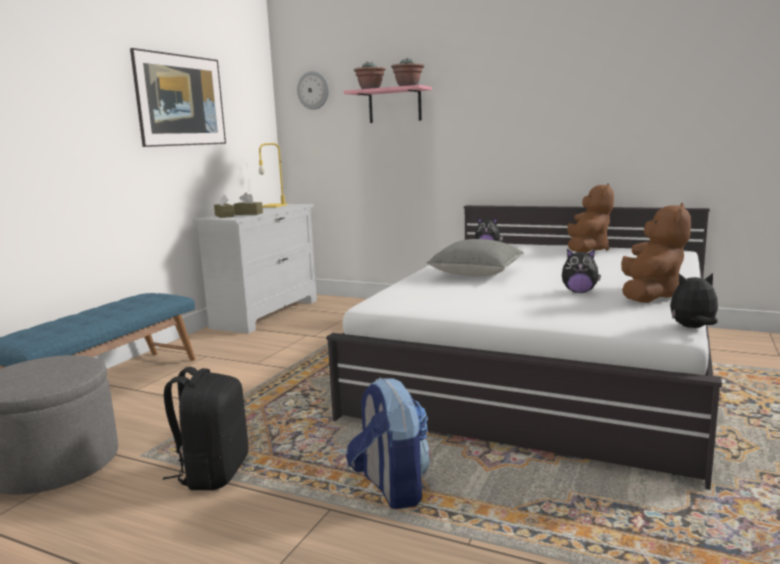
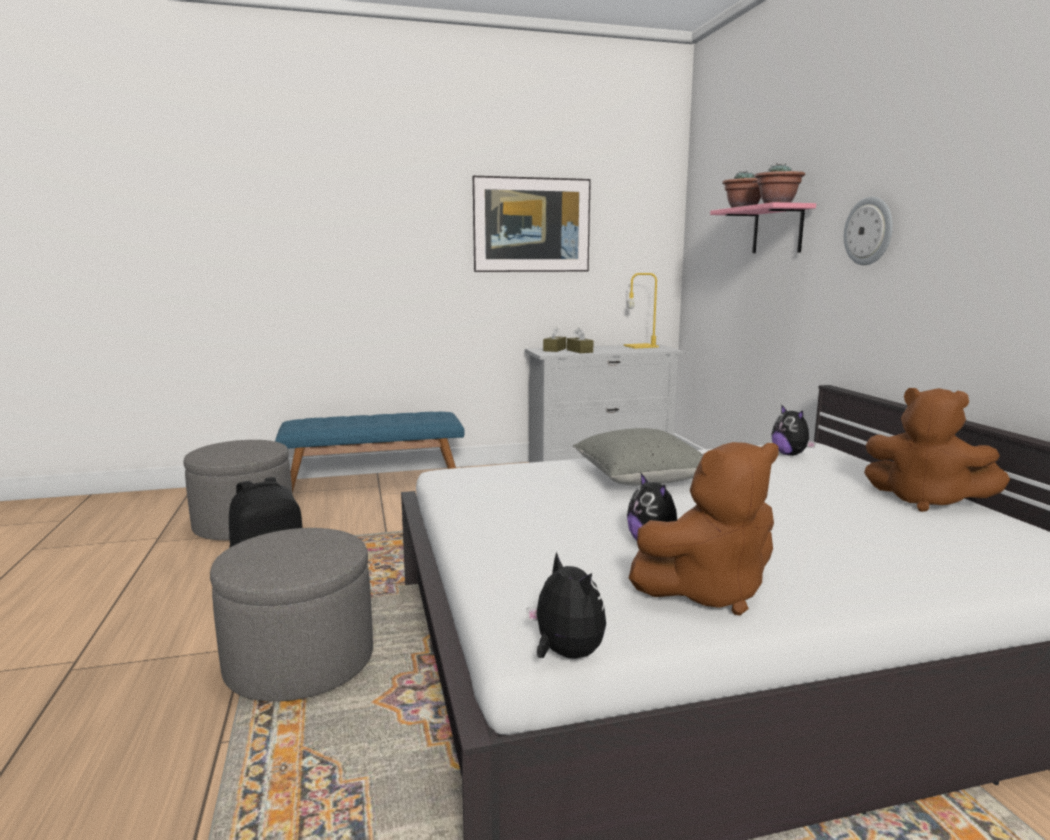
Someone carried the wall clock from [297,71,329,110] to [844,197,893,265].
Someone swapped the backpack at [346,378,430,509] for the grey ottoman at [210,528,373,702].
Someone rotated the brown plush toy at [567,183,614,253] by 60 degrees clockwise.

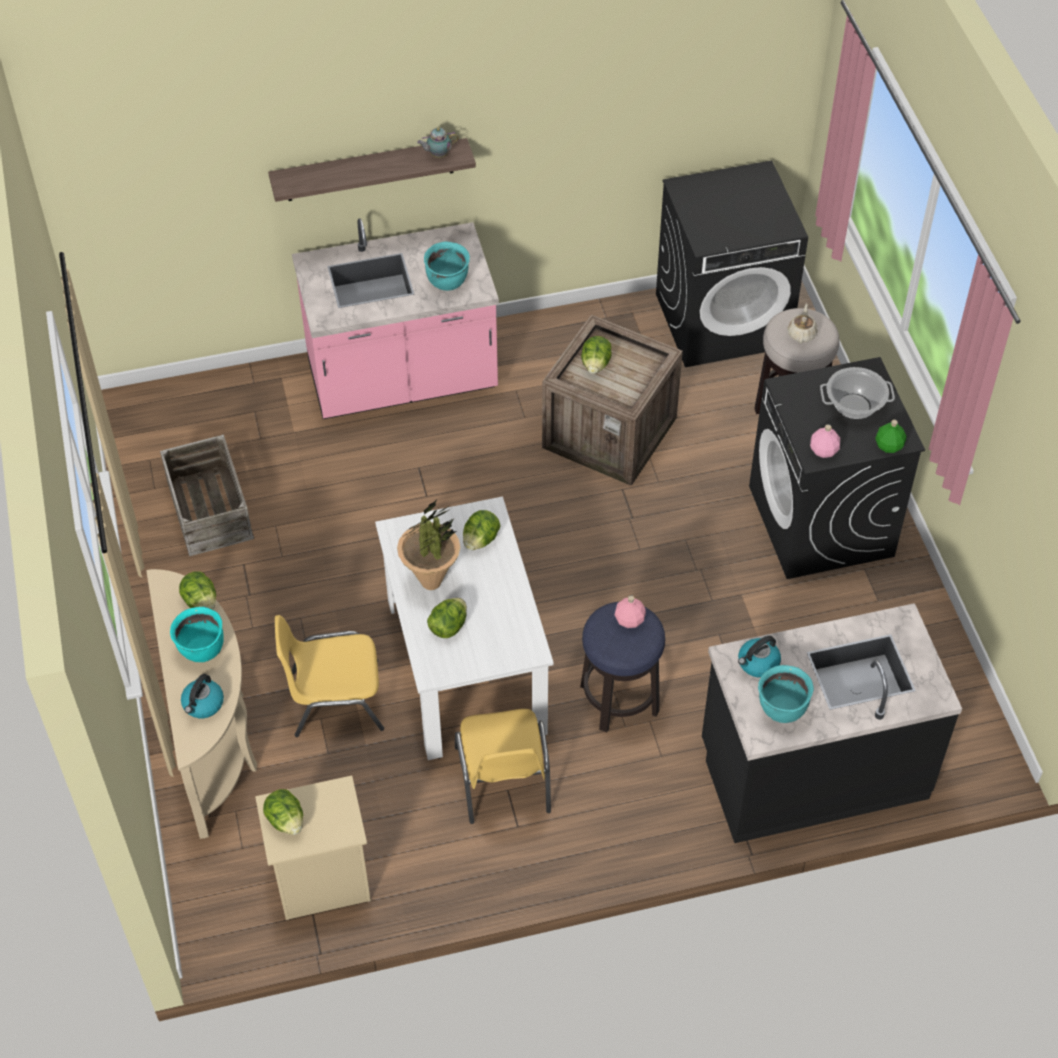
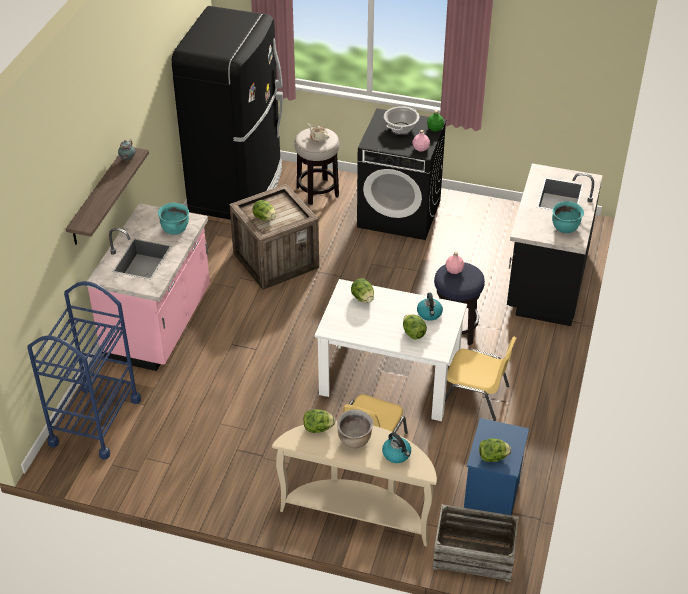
Someone took away the potted plant at [397,498,460,590].
Someone put down the blue cart at [27,281,141,459].
Someone carried the crate from [160,435,254,556] to [432,504,519,582].
Someone carried the kettle from [738,636,781,678] to [417,293,443,321].
Someone swapped the black washing machine at [656,160,808,367] for the black fridge at [172,6,283,220].
Someone repainted the turquoise cooking pot at [170,607,224,662], which became the brown cooking pot at [337,410,374,448].
Someone repainted the beige nightstand at [255,776,371,920], which became the blue nightstand at [463,418,529,523].

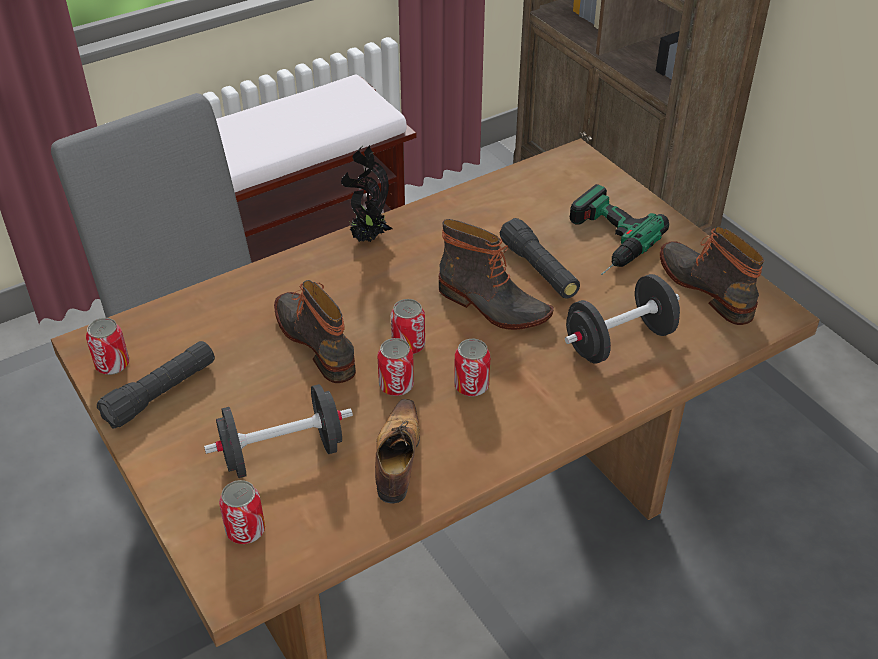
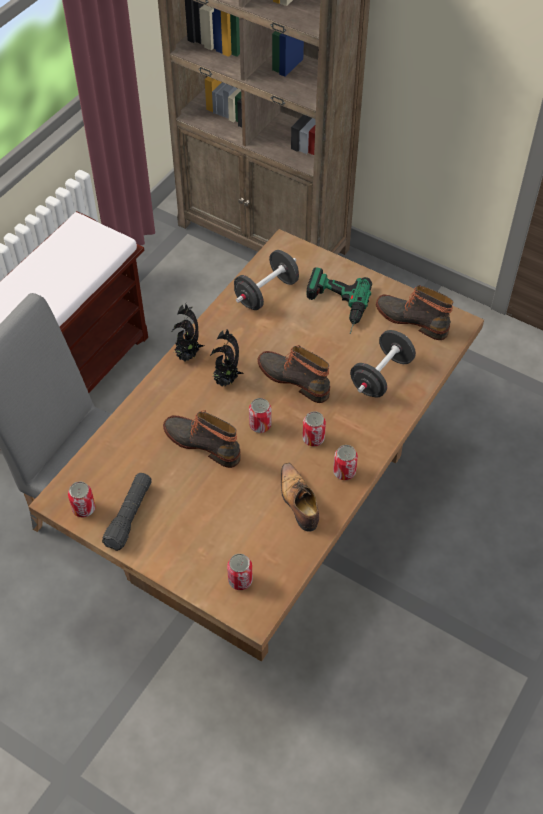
Someone took away the black flashlight at [500,218,580,298].
Someone put down the potted plant at [210,330,244,387].
Someone carried the black dumbbell from [204,384,353,478] to [234,250,299,310].
Someone carried the can from [377,338,414,396] to [333,445,358,480].
Someone rotated the boot at [439,219,554,330] by 150 degrees counterclockwise.

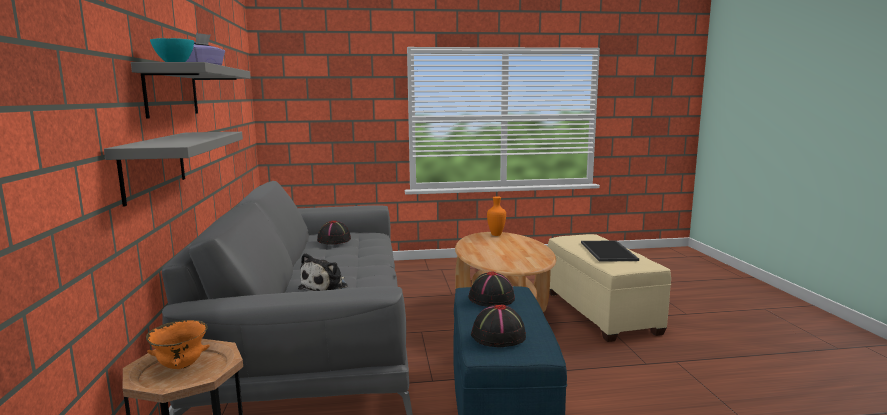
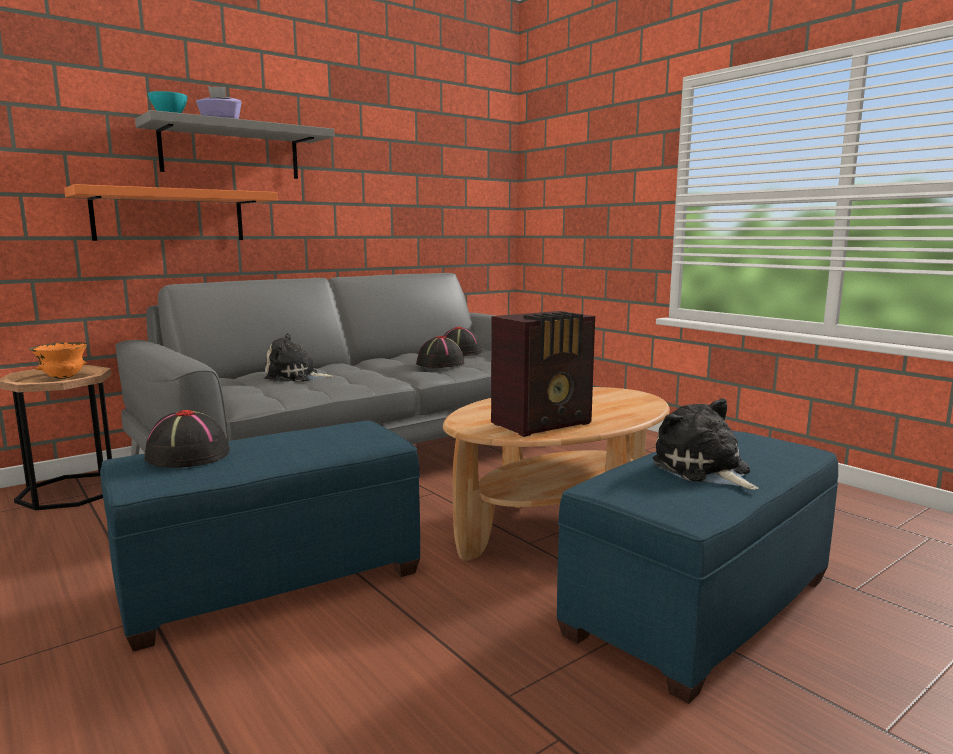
Someone took away the orange vase at [487,196,506,236].
Someone put down the radio at [491,311,595,437].
Someone carried the black hat from [468,272,515,307] to [416,336,464,368].
Someone swapped the tray at [581,240,639,262] for the plush toy at [653,399,758,490].
Someone repainted the grey shelf at [104,132,243,206], which became the orange shelf at [64,184,278,241].
Someone repainted the beige ottoman at [548,234,671,342], which became the blue ottoman at [557,431,838,704].

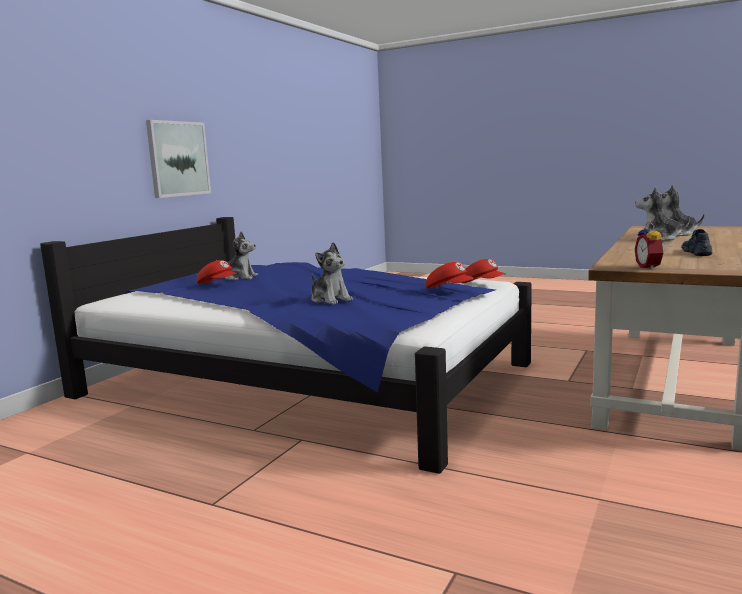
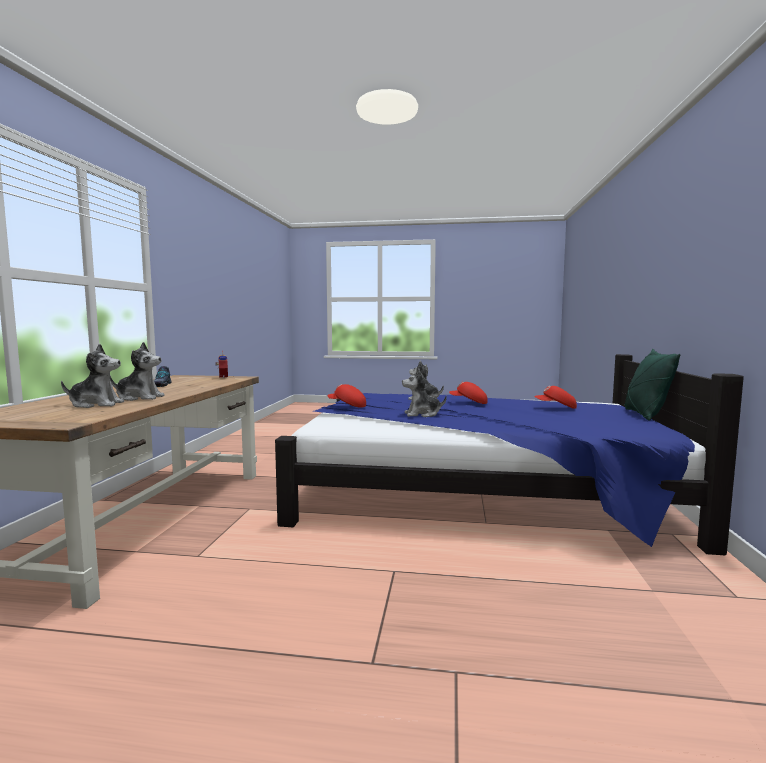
Someone took away the picture at [146,120,211,198].
Someone put down the green pillow at [625,349,680,421].
Someone carried the plush toy from [216,231,259,280] to [402,368,447,417].
Someone carried the red cap from [462,259,506,283] to [449,382,488,404].

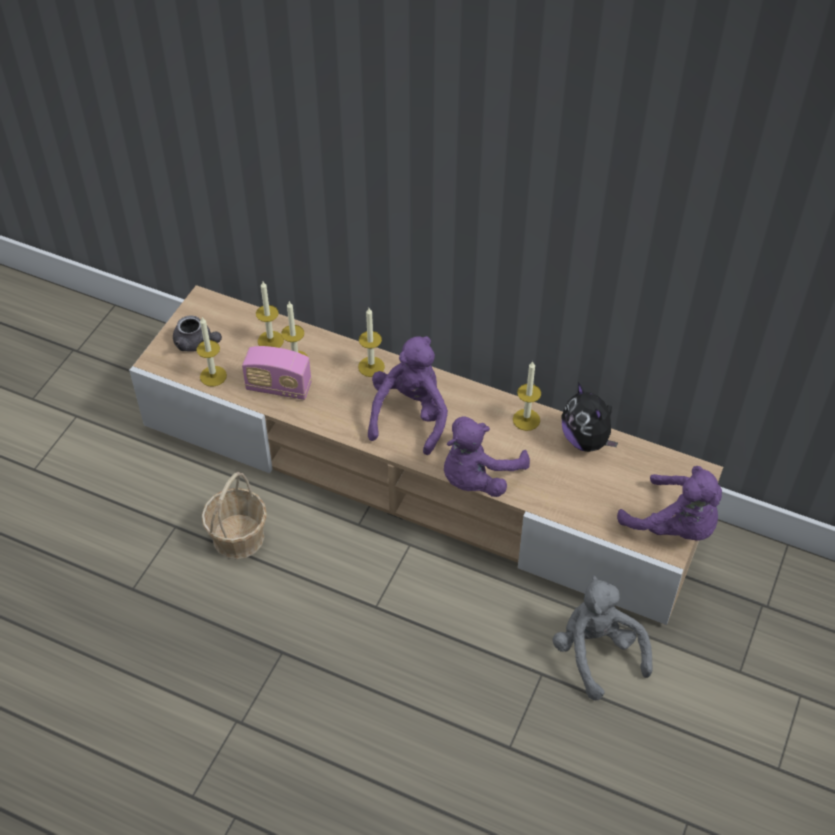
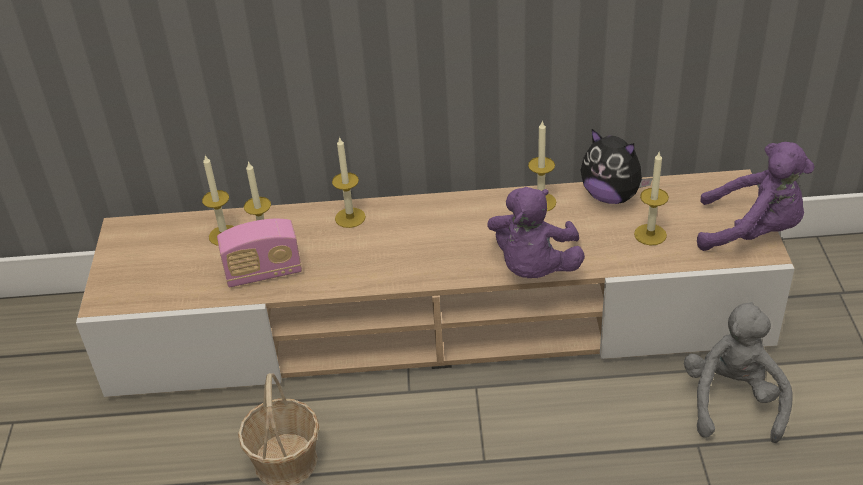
Someone took away the grey teapot at [173,315,222,352].
Someone took away the purple plush toy at [368,336,448,455].
Someone carried the candle from [197,317,227,386] to [634,152,669,245].
Someone rotated the grey plush toy at [552,576,653,700] by 60 degrees clockwise.

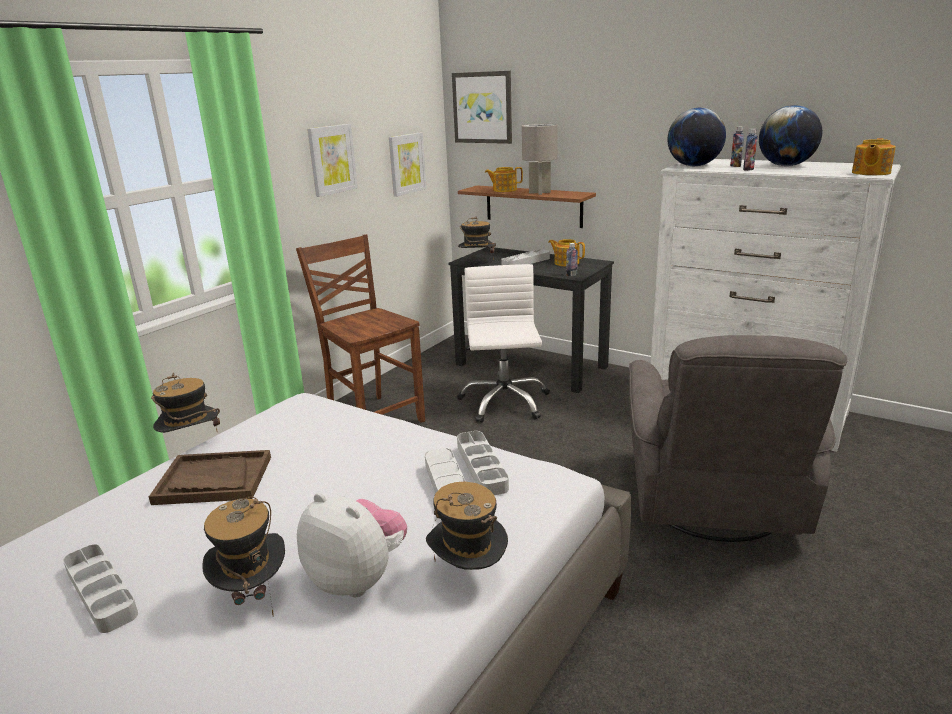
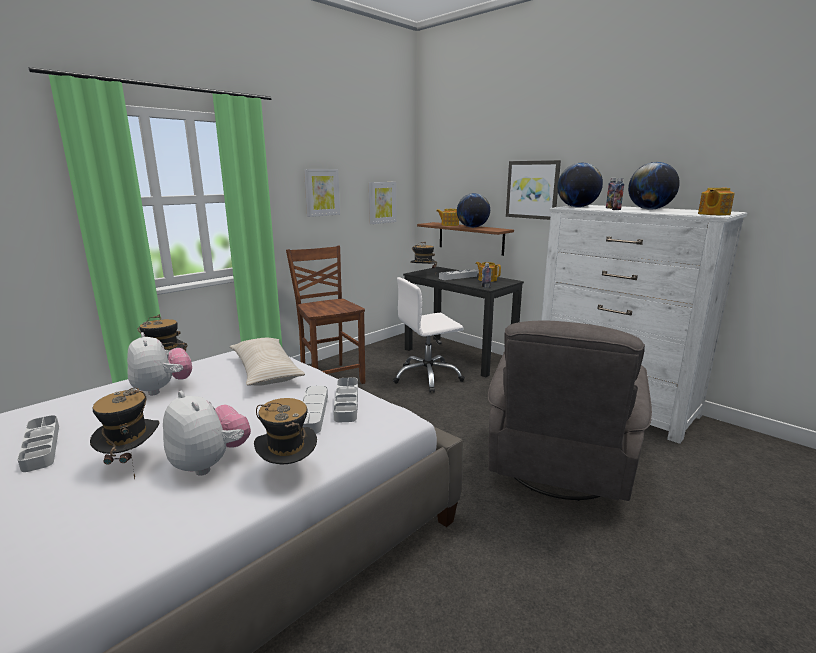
Someone put down the beige pillow at [230,338,305,386].
Someone carried the picture from [452,71,512,144] to [506,160,561,220].
Someone swapped the brown tray at [149,450,271,505] for the plush toy at [127,332,192,396].
Someone swapped the grey table lamp at [522,124,558,195] for the globe at [457,193,490,228].
Someone rotated the white office chair at [457,264,550,423] by 120 degrees counterclockwise.

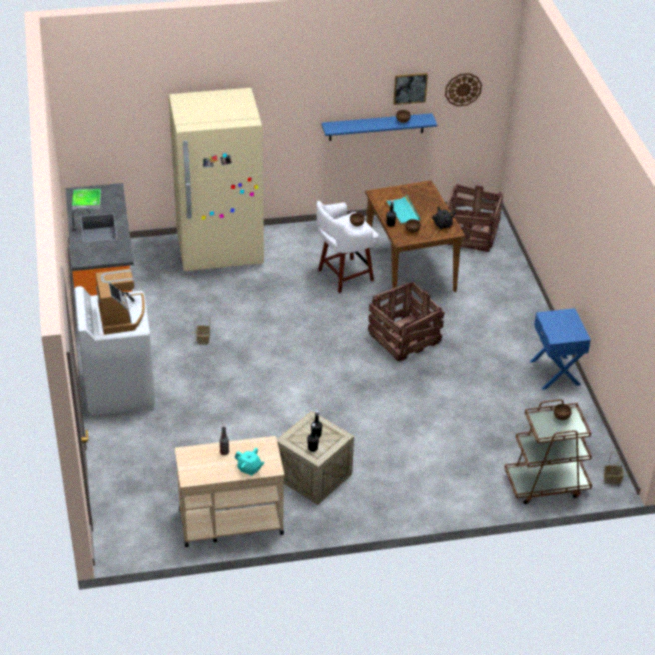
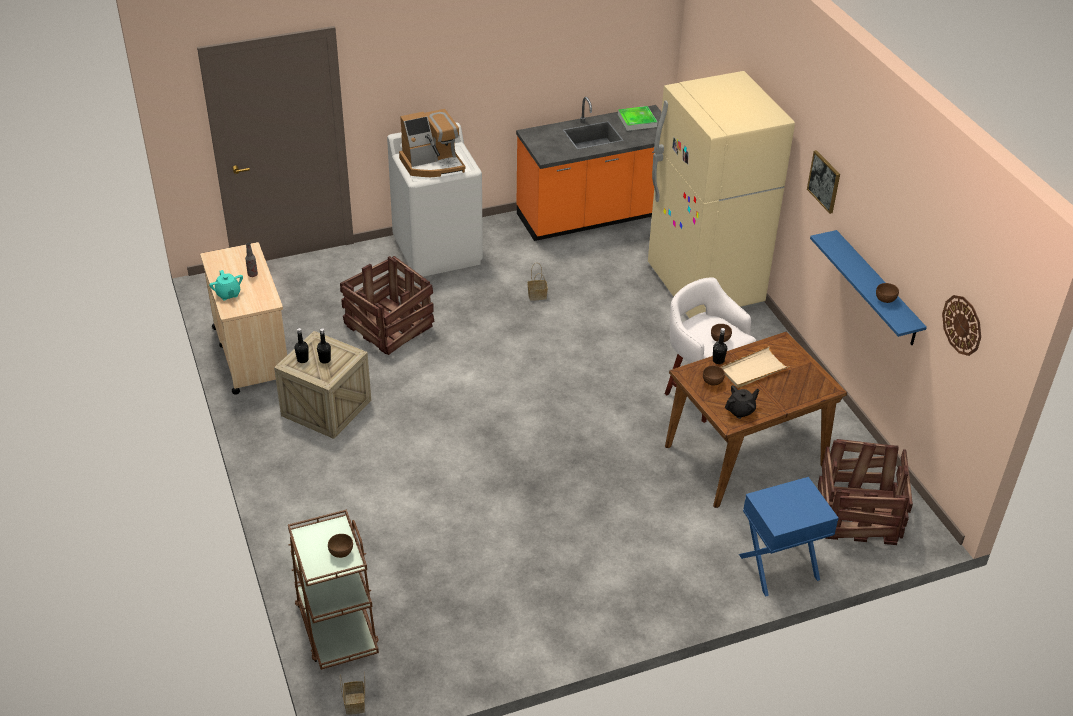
Someone carried the crate from [368,281,445,361] to [340,256,434,355].
Someone carried the picture from [393,73,428,105] to [807,150,840,214].
Someone carried the blue nightstand from [530,308,591,390] to [739,477,839,596].
Someone repainted the turquoise tray at [385,195,421,225], which became the beige tray at [721,346,790,388].
Someone rotated the turquoise teapot at [235,448,265,476] by 45 degrees counterclockwise.

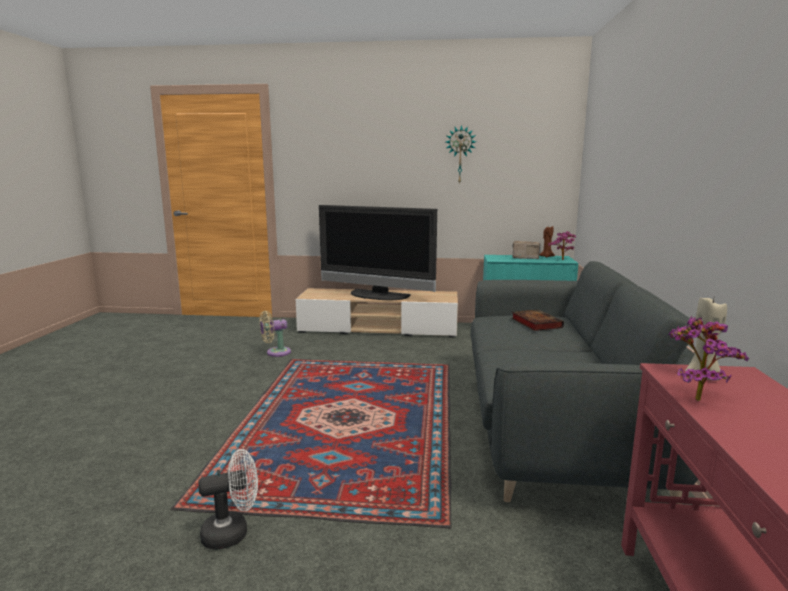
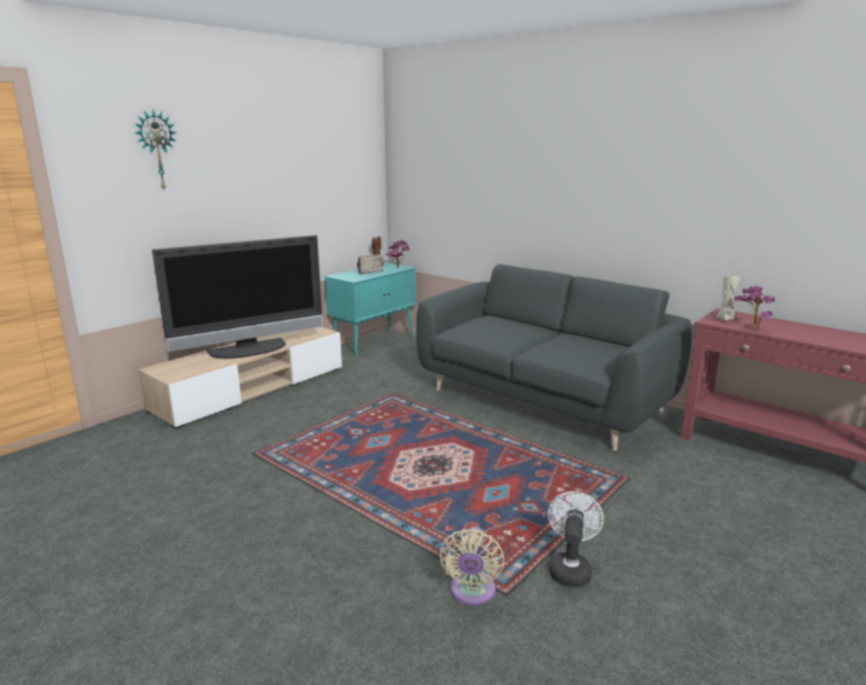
Someone took away the book at [512,309,564,331].
Someone carried the beige fan from [259,311,291,357] to [439,527,504,605].
Someone carried the wall clock from [446,125,476,185] to [135,110,177,190].

